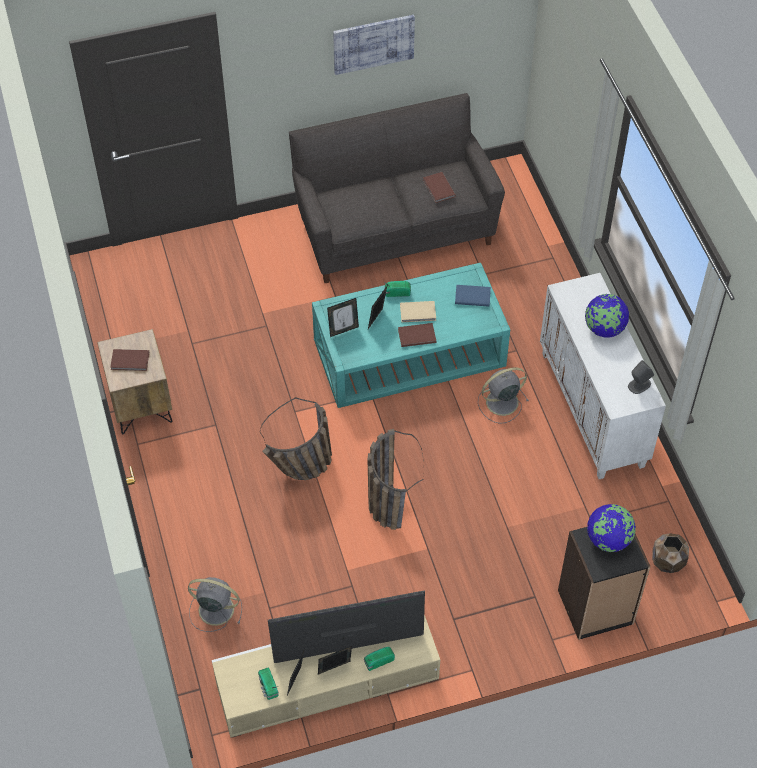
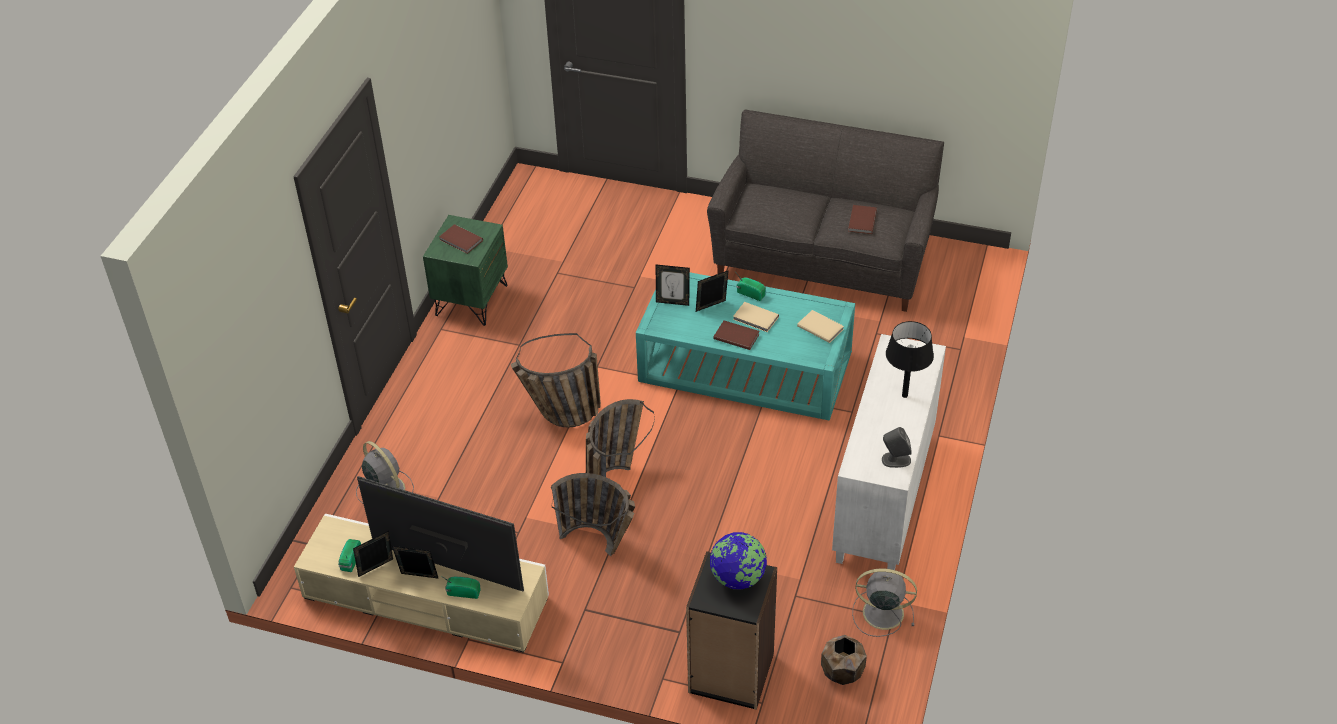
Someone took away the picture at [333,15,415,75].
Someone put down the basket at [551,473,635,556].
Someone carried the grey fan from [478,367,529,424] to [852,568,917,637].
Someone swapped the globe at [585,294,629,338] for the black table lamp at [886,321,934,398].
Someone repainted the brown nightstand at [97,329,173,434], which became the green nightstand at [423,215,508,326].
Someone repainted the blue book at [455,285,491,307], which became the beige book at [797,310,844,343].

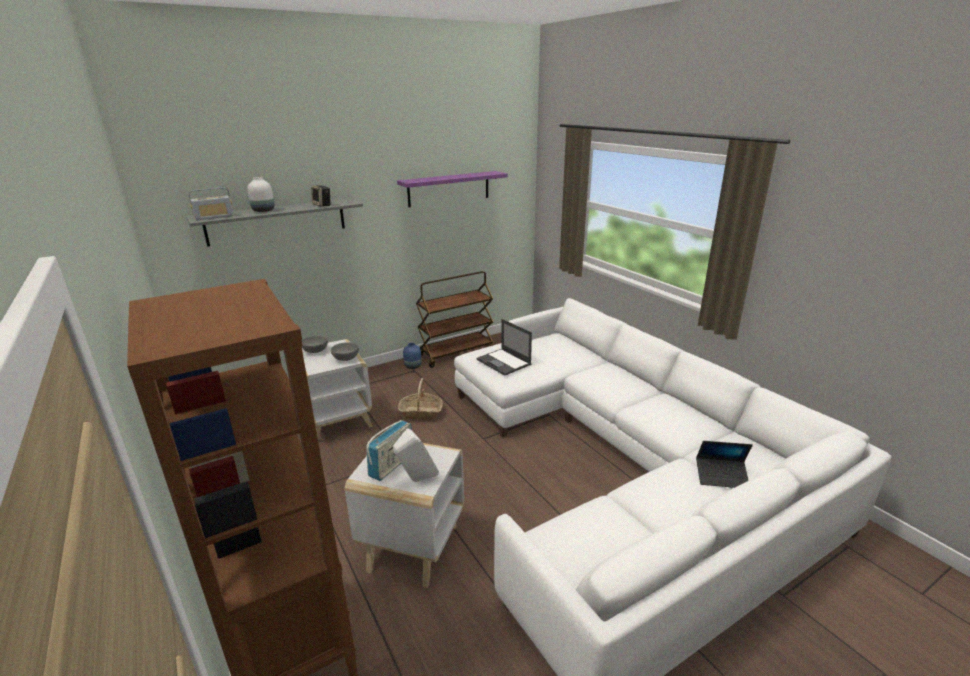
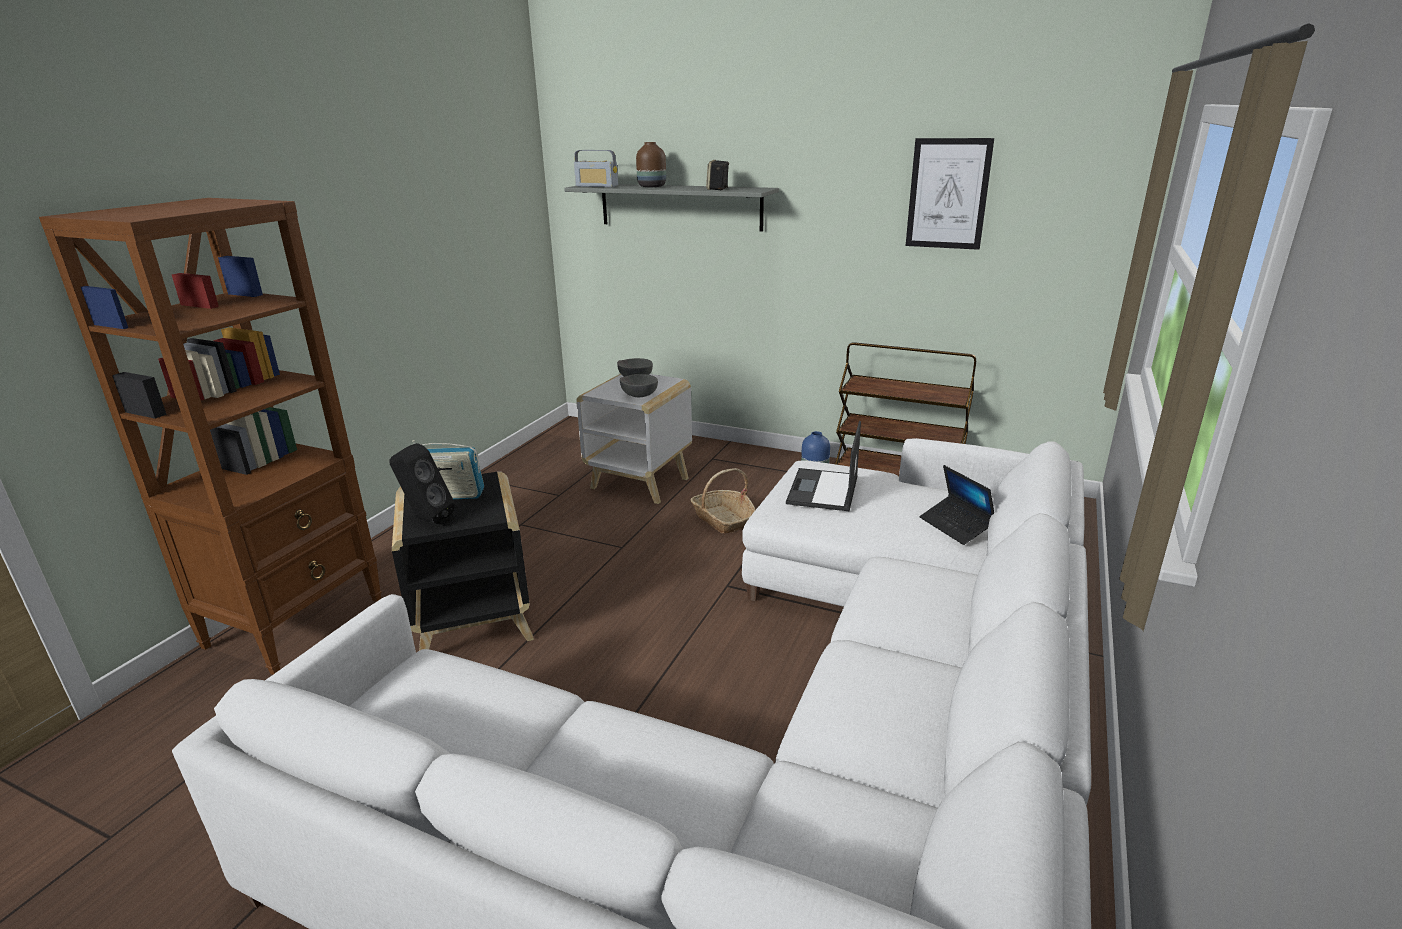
Someone carried the laptop from [696,441,753,488] to [920,465,994,545].
Someone swapped the purple shelf at [397,171,508,207] for the picture at [906,138,994,250].
Someone repainted the white vase at [247,177,274,212], which became the brown vase at [636,142,666,187].
Someone repainted the white side table at [345,443,464,588], which became the black side table at [392,472,534,651].
Someone repainted the white speaker at [393,429,439,482], which became the black speaker at [389,443,455,524].

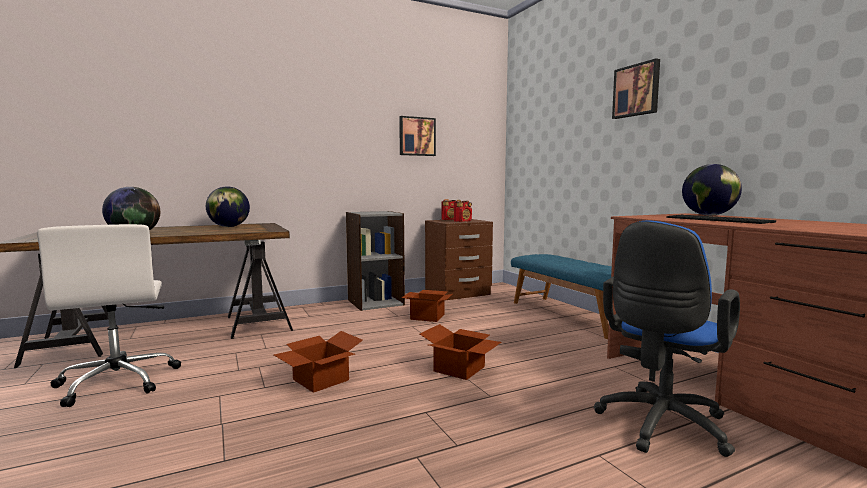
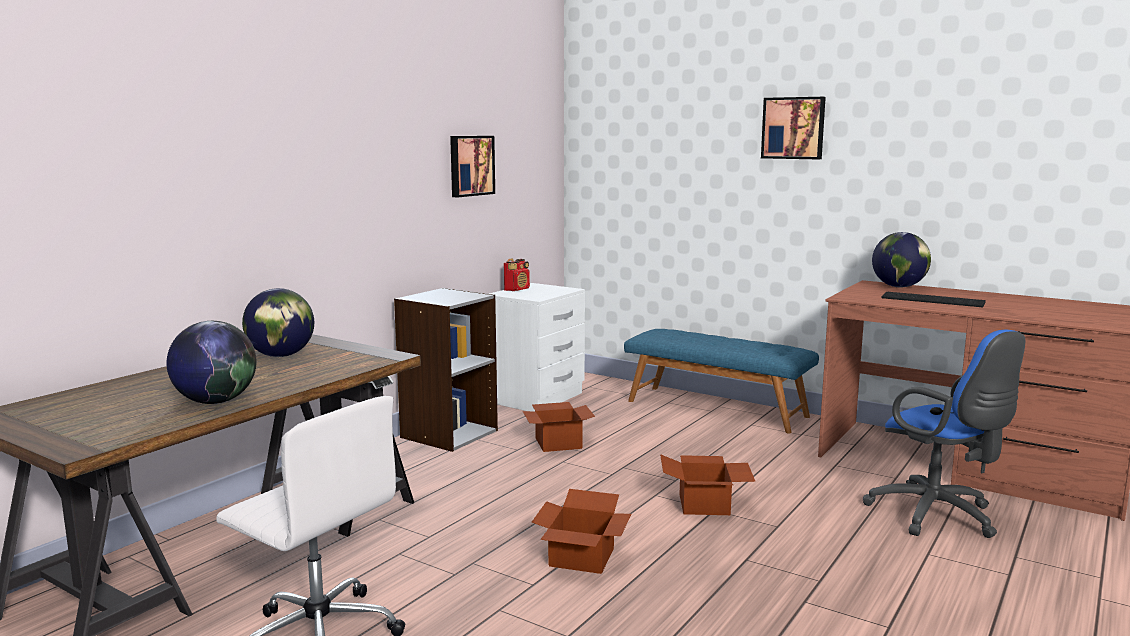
Someone took away the radio at [454,200,472,222].
Someone repainted the brown nightstand at [425,219,493,300], which became the white nightstand at [489,283,585,411].
Someone rotated the blue office chair at [594,221,740,457] by 45 degrees counterclockwise.

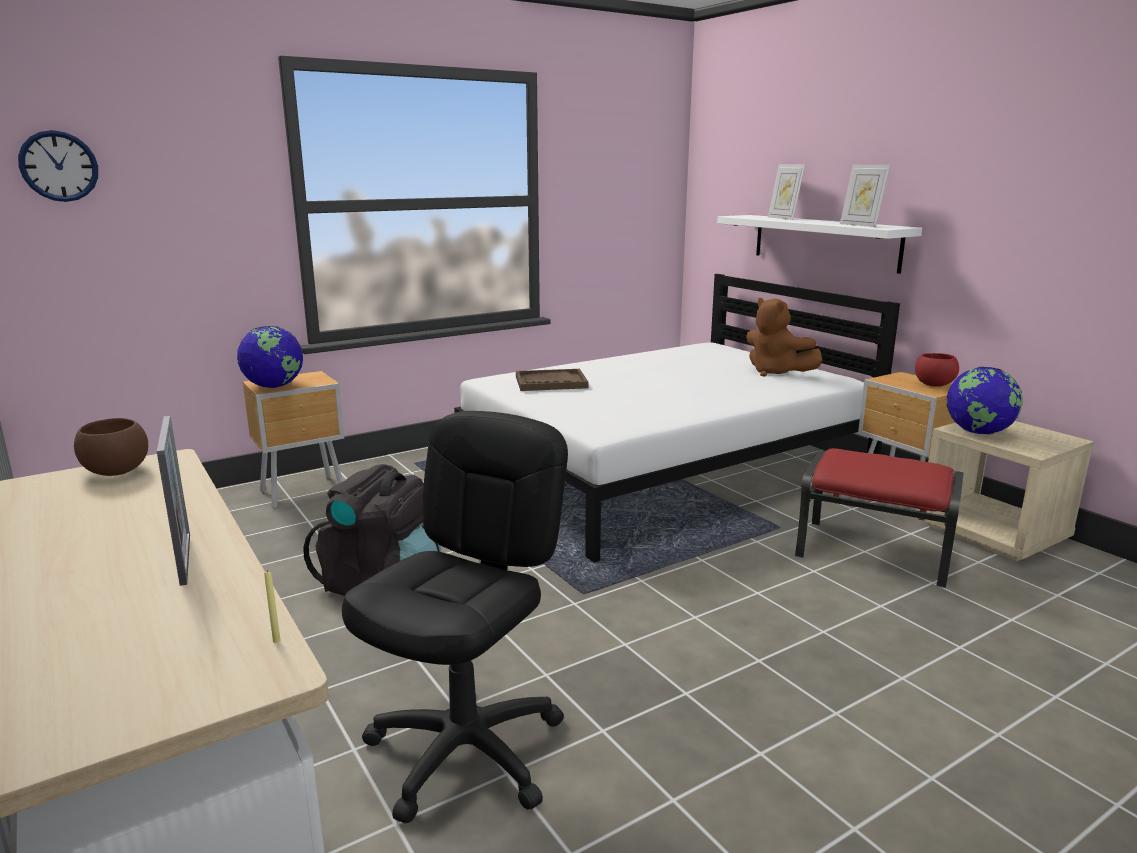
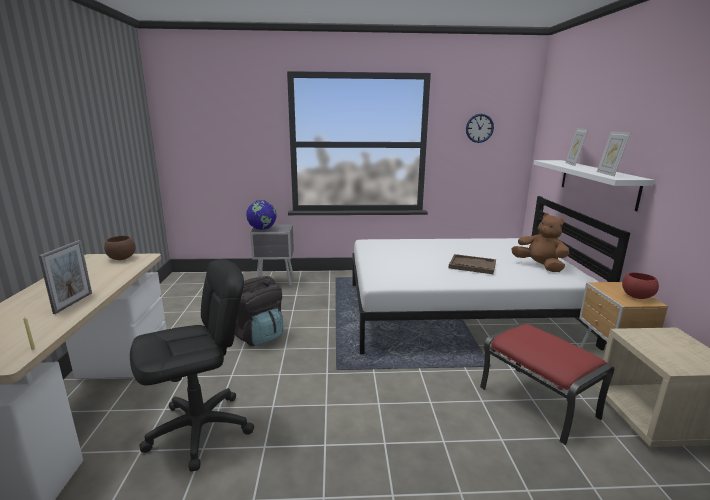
Someone took away the globe at [947,367,1023,435].
Someone carried the wall clock from [18,130,98,202] to [466,114,494,143].
Someone carried the brown tray from [516,369,588,391] to [449,254,496,274].
Someone repainted the brown nightstand at [242,371,344,509], which became the grey nightstand at [250,224,294,286].
Someone rotated the brown plush toy at [746,298,823,376] by 150 degrees clockwise.

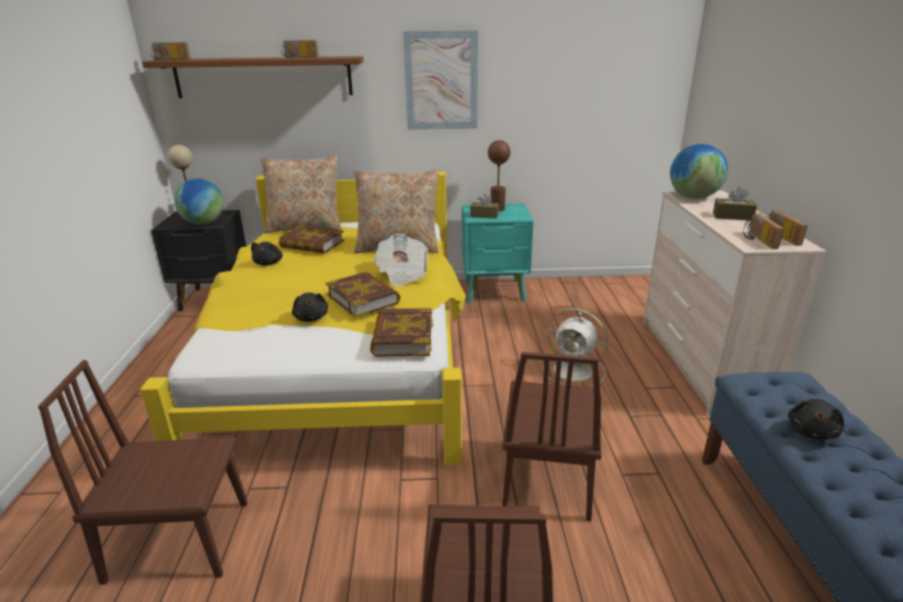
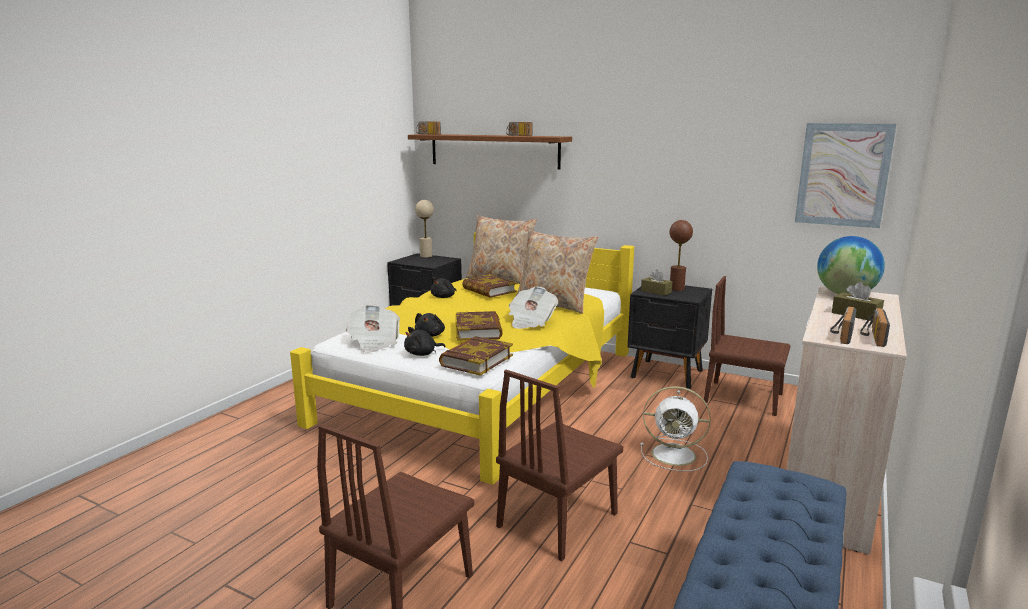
Someone took away the globe at [174,179,224,225].
Someone put down the newspaper at [346,304,400,353].
Someone carried the brown chair from [38,360,247,584] to [704,276,791,416].
Someone carried the picture from [403,30,478,130] to [795,123,896,228].
Someone carried the black plush toy from [788,399,845,440] to [404,327,445,356].
Someone repainted the turquoise nightstand at [462,203,534,303], which became the black nightstand at [628,285,712,389].
Someone rotated the white fan at [543,308,608,387] by 45 degrees counterclockwise.

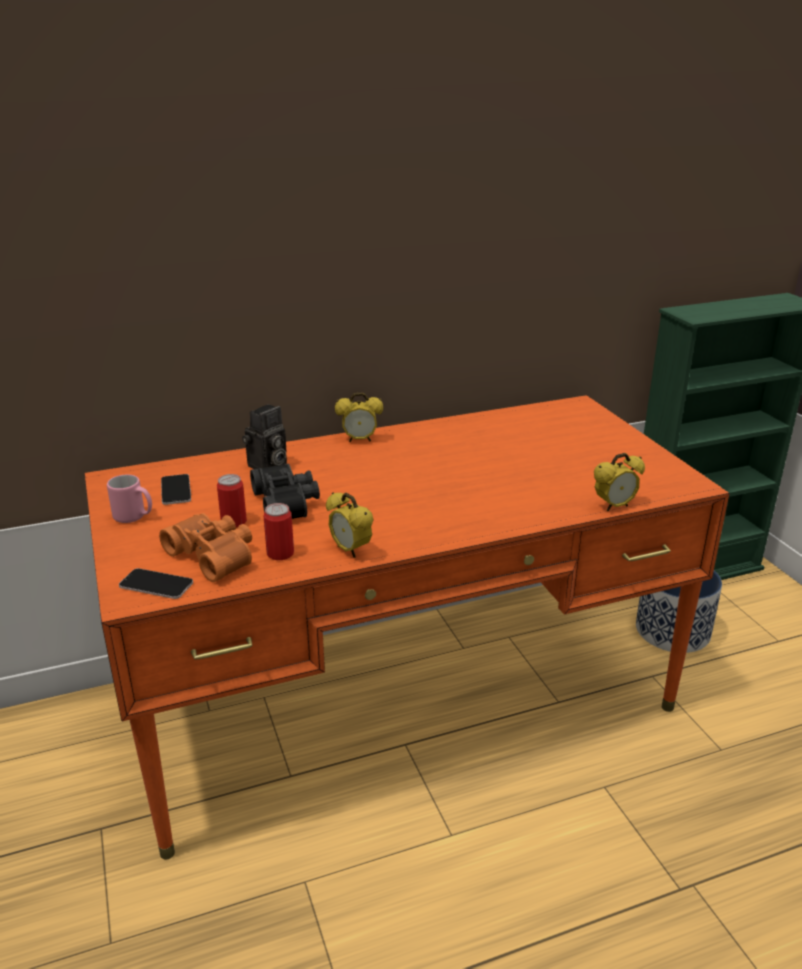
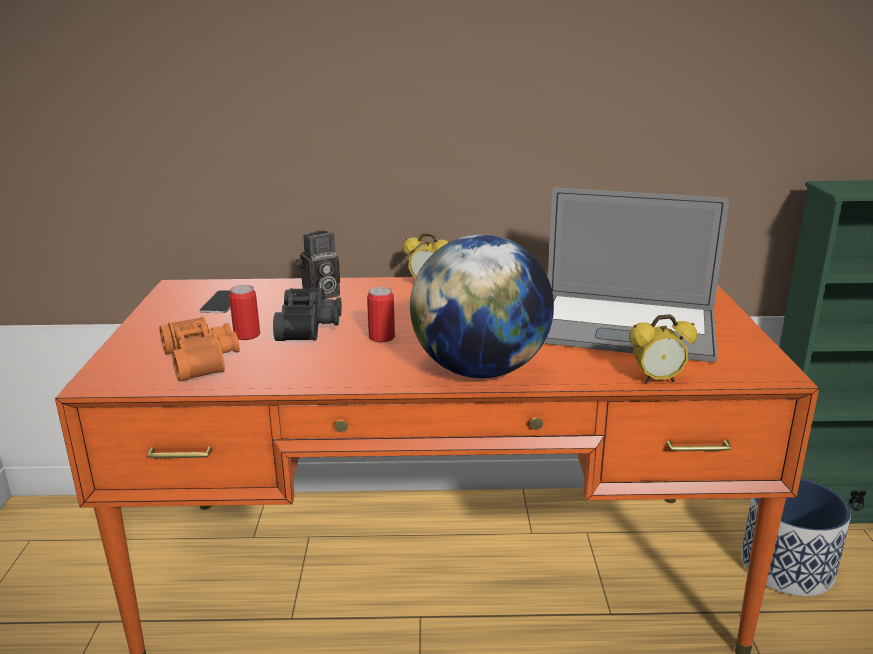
Someone took away the pink mug at [107,474,152,523].
Someone took away the phone at [119,568,193,599].
Someone took away the alarm clock at [326,492,374,558].
Someone put down the globe at [410,234,554,378].
Someone put down the laptop at [543,188,729,362].
Someone carried the can from [264,503,294,560] to [367,286,395,342].

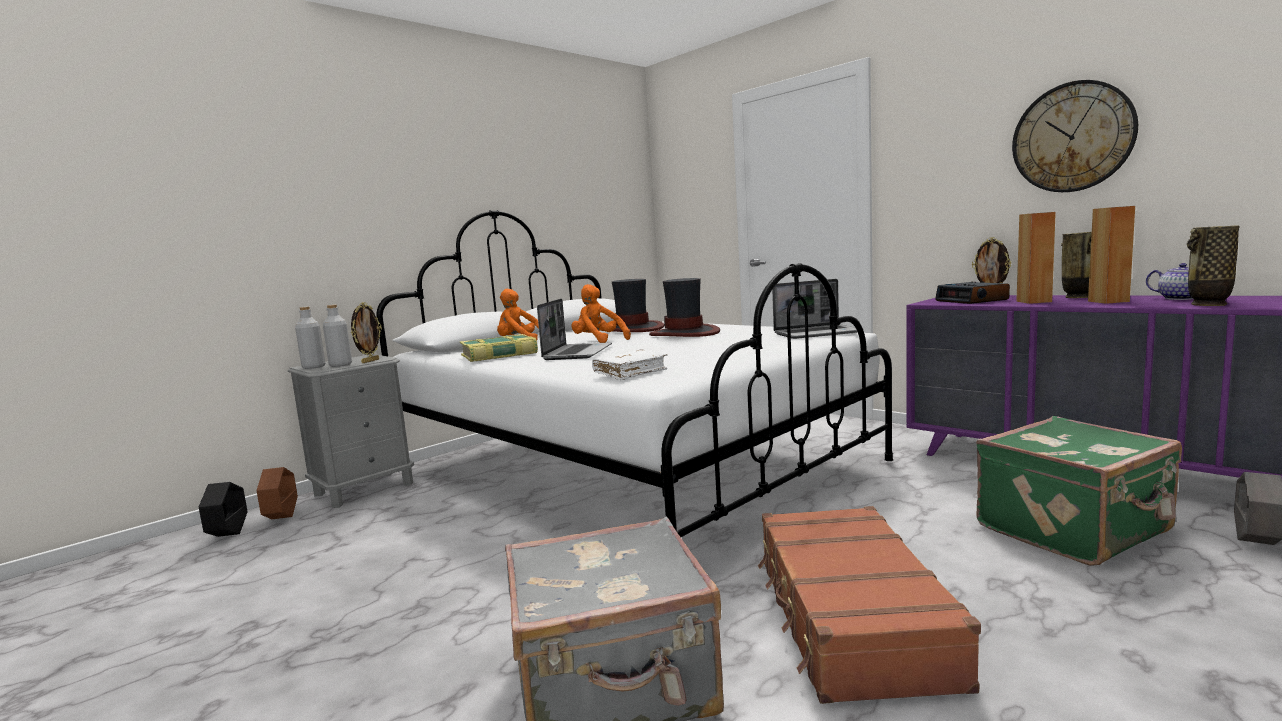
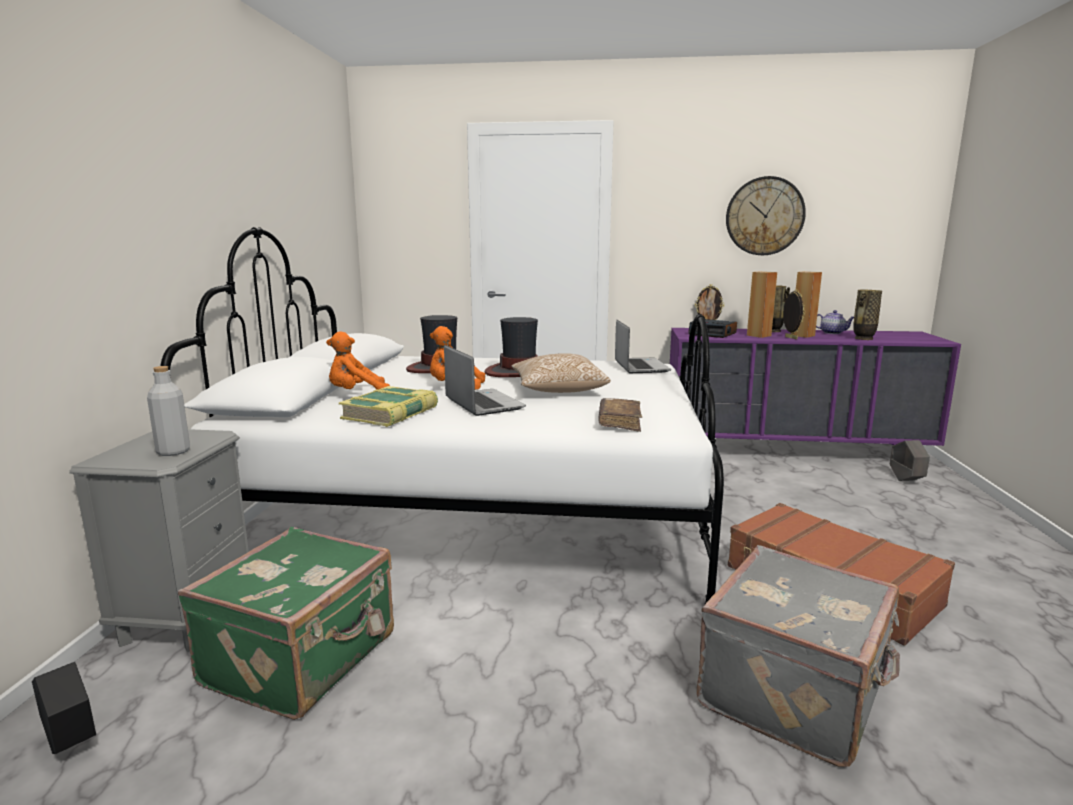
Someone took away the brown planter at [256,467,298,519].
Someone took away the grey bottle at [295,307,325,369].
Someone put down the pillow at [511,353,610,393].
Someone carried the picture frame from [351,302,382,363] to [783,290,805,339].
Someone carried the green suitcase from [976,416,1182,566] to [178,527,394,720].
Someone repainted the white book at [592,349,667,380], which became the brown book at [598,398,642,432].
Someone rotated the laptop at [772,279,857,339] by 45 degrees counterclockwise.

